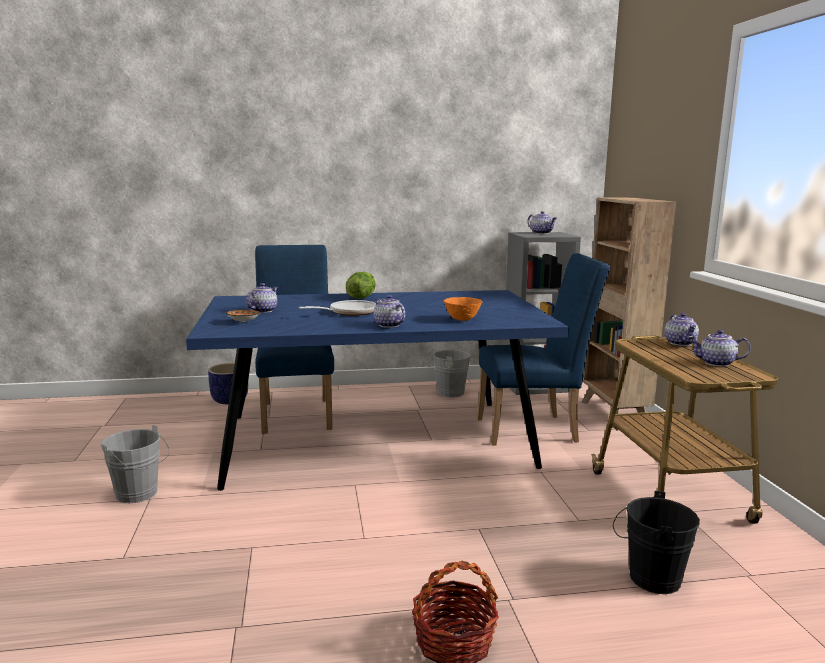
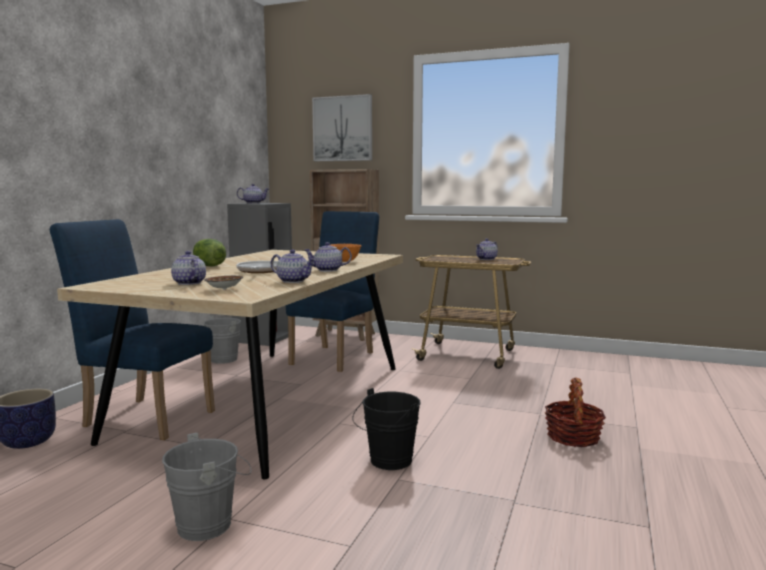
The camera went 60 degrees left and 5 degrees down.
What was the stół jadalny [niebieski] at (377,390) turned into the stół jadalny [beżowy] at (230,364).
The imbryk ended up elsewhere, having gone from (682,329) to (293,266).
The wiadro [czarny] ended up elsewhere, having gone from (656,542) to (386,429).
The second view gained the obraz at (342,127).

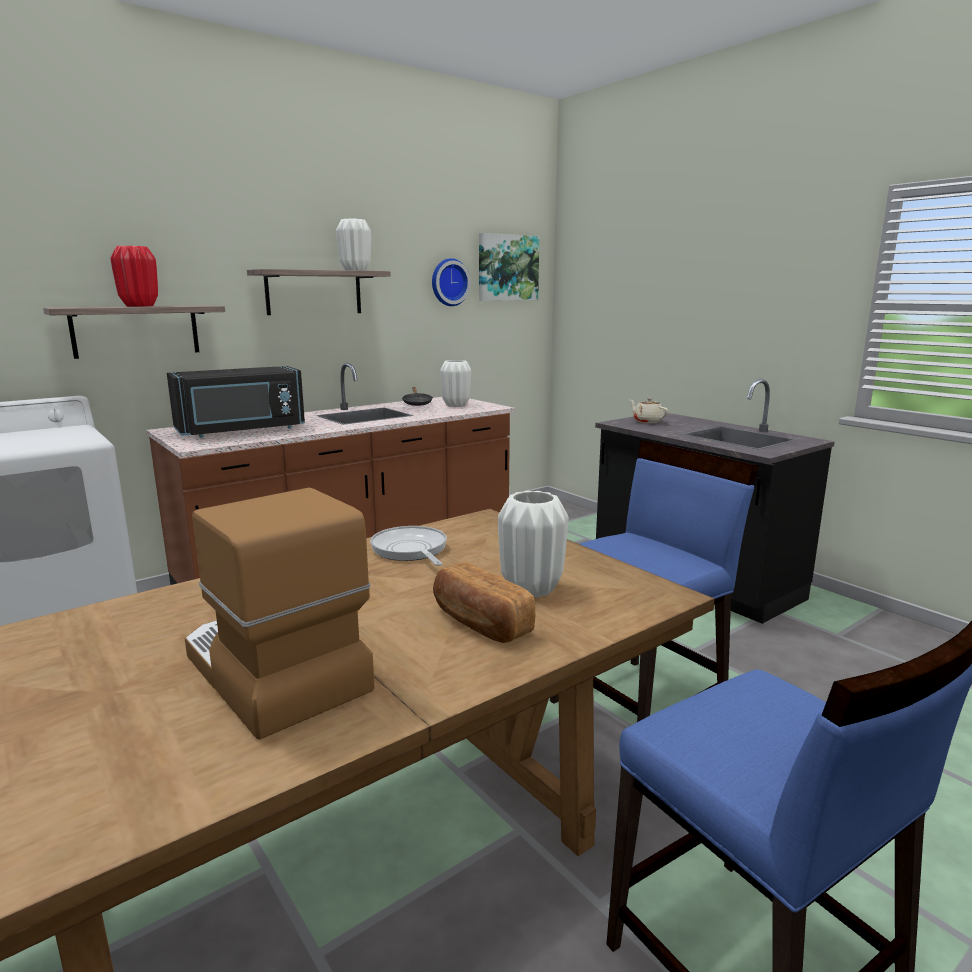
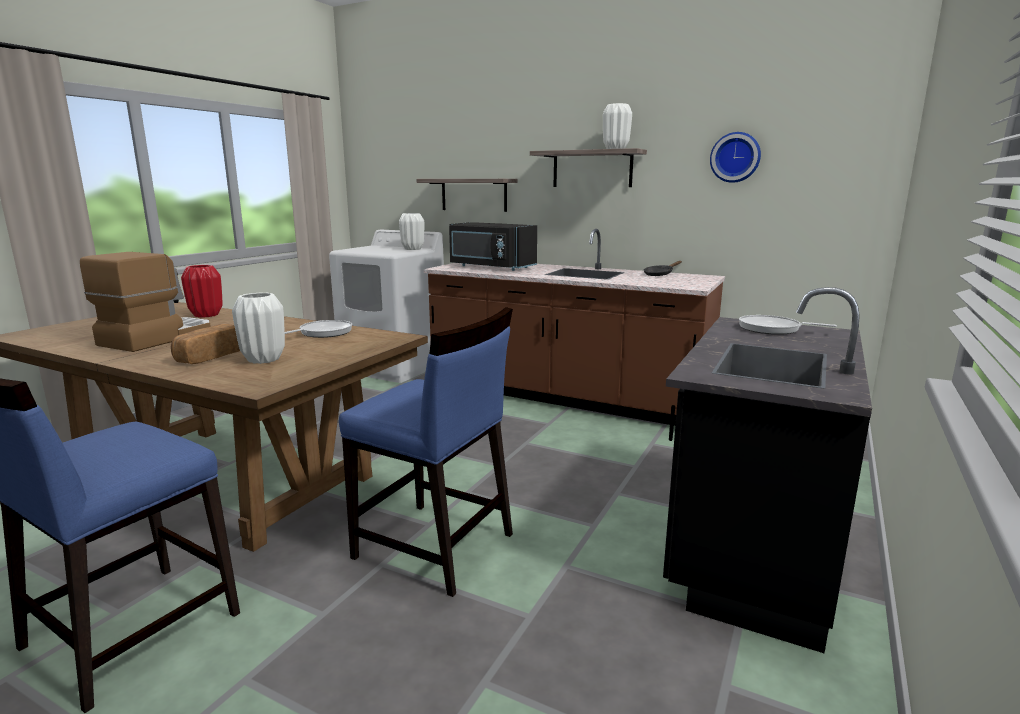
The camera went 65 degrees right and 0 degrees up.
The second view lost the obraz at (509,267).
The wazon [czerwony] ended up elsewhere, having gone from (134,276) to (202,291).
The wazon [biały] ended up elsewhere, having gone from (455,383) to (411,231).
Where the imbryk [beżowy] stood at (649,410), the patelnia came to stand at (788,325).

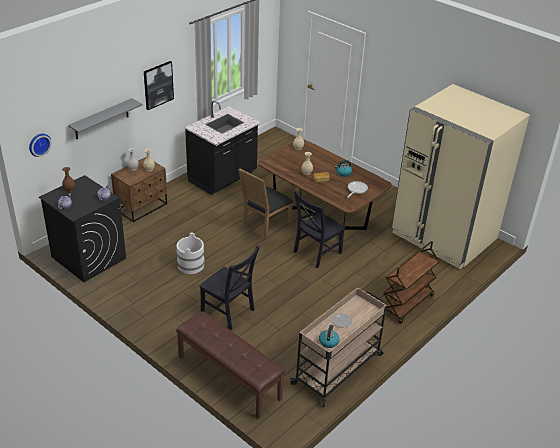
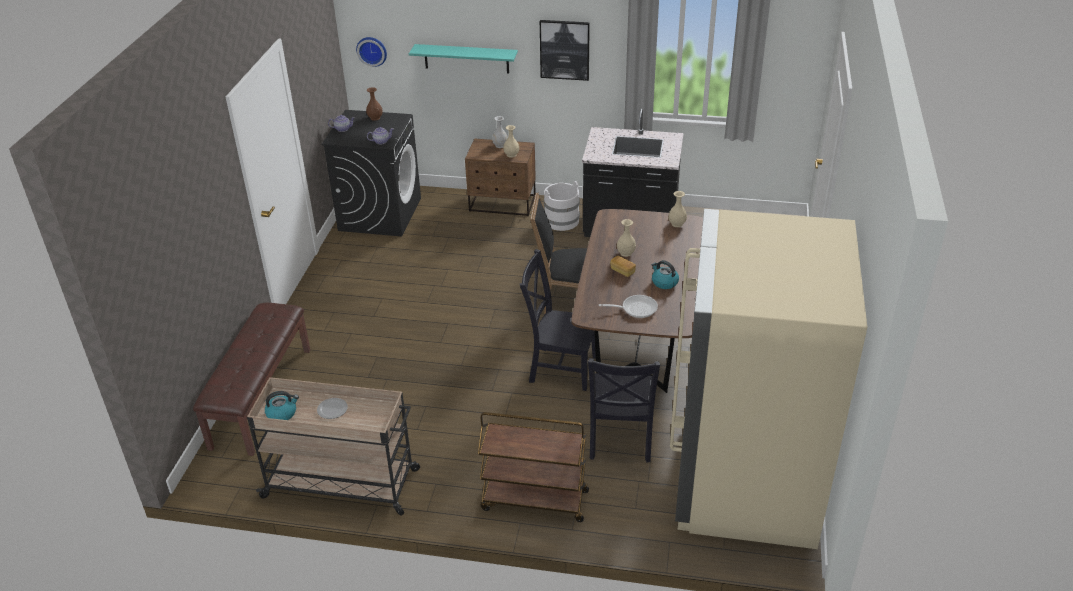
The camera went 60 degrees right and 0 degrees up.
What was the półka [szary] at (105,118) turned into the półka [turkusowy] at (463,58).
The wiadro [biały] ended up elsewhere, having gone from (190,253) to (562,206).
The krzesło [czarny] ended up elsewhere, having gone from (229,288) to (624,410).

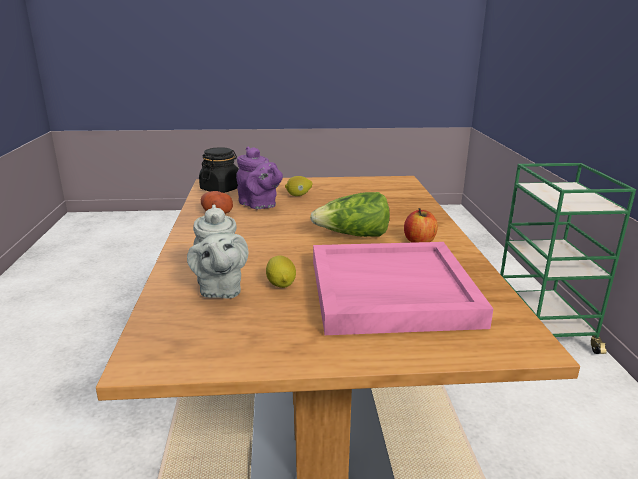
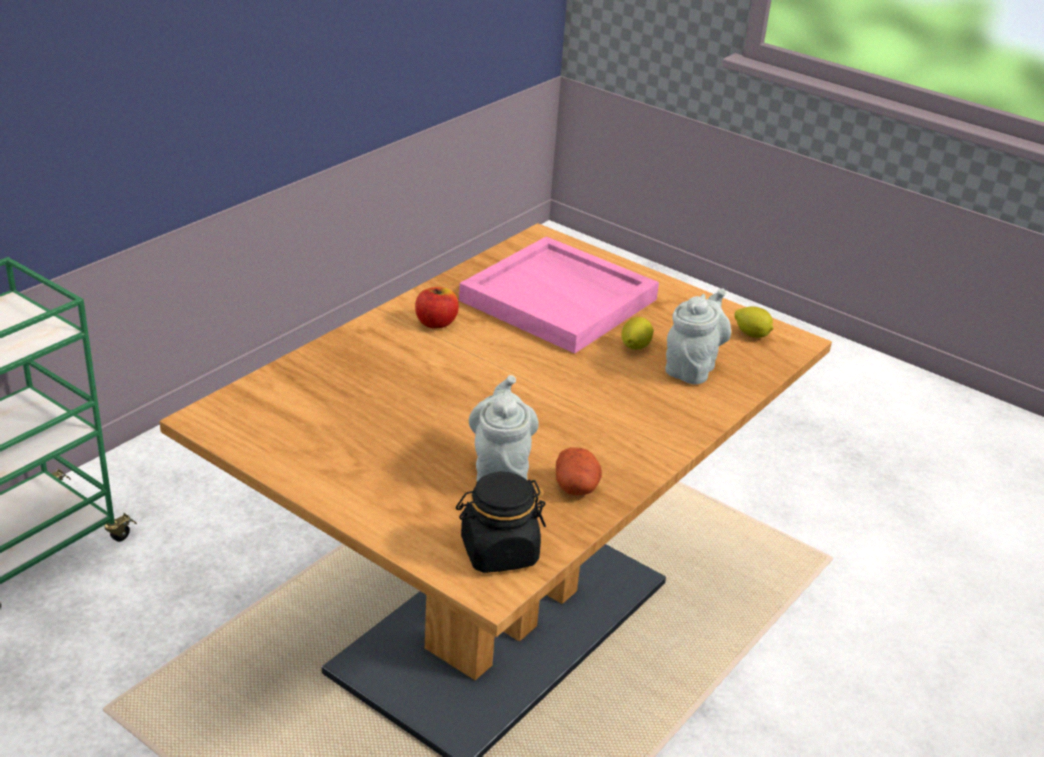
The camera went 140 degrees left and 10 degrees up.
What was the imbryk [fioletowy] at (259,178) turned into the imbryk [szary] at (504,428).
The cytryna ended up elsewhere, having gone from (298,186) to (753,322).
The second view lost the sałata at (350,214).

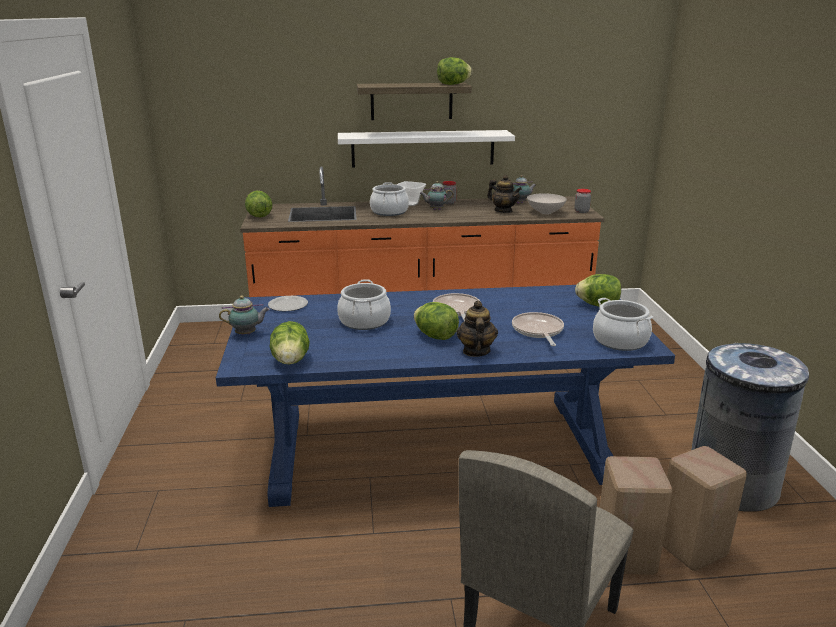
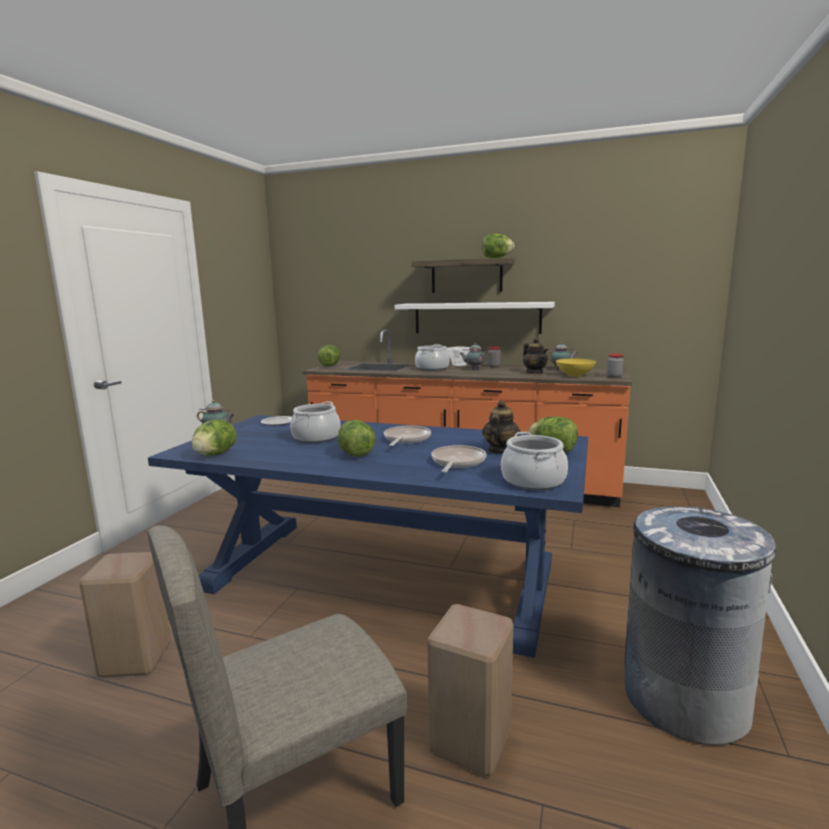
The camera went 25 degrees right and 10 degrees down.
What was the miska [biały] at (547,203) turned into the miska [żółty] at (576,368).
The imbryk ended up elsewhere, having gone from (477,328) to (501,426).
The stołek [beżowy] ended up elsewhere, having gone from (705,508) to (125,615).

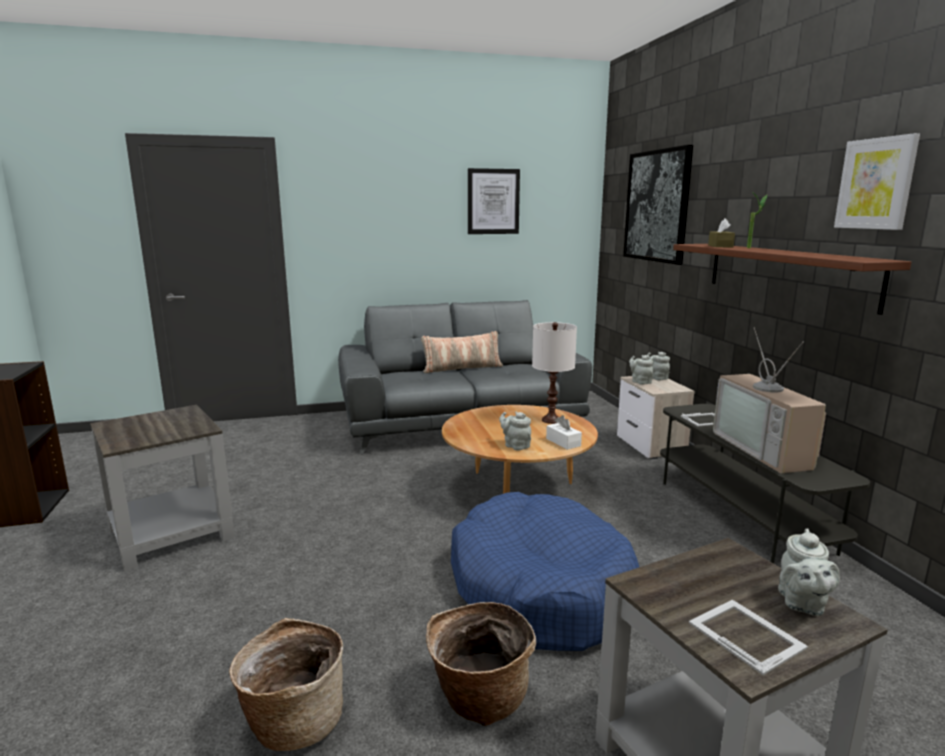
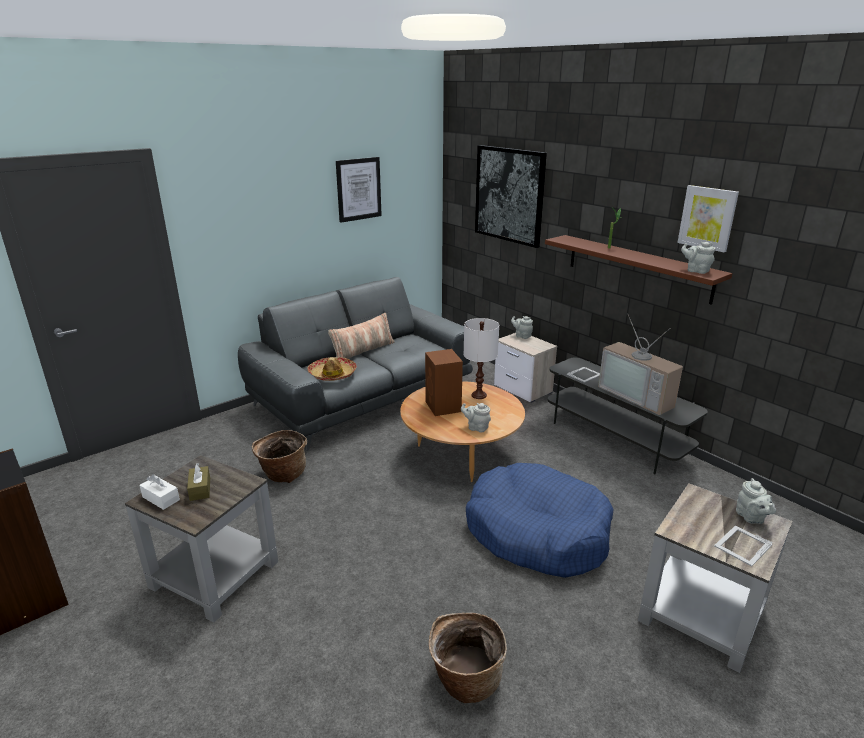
The camera went 25 degrees left and 10 degrees up.
The pudełko chusteczek [brązowy] ended up elsewhere, having gone from (721,232) to (198,482).
The imbryk [szary] ended up elsewhere, having gone from (641,370) to (698,258).
The pudełko chusteczek [biały] ended up elsewhere, having gone from (564,432) to (159,492).
The ramka na zdjęcie at (748,637) ended up facing another way, 75 degrees counterclockwise from before.
The koszyk ended up elsewhere, having gone from (481,664) to (279,456).
The second view gained the głośnik [brązowy] at (444,382).
The second view gained the kapelusz at (332,369).

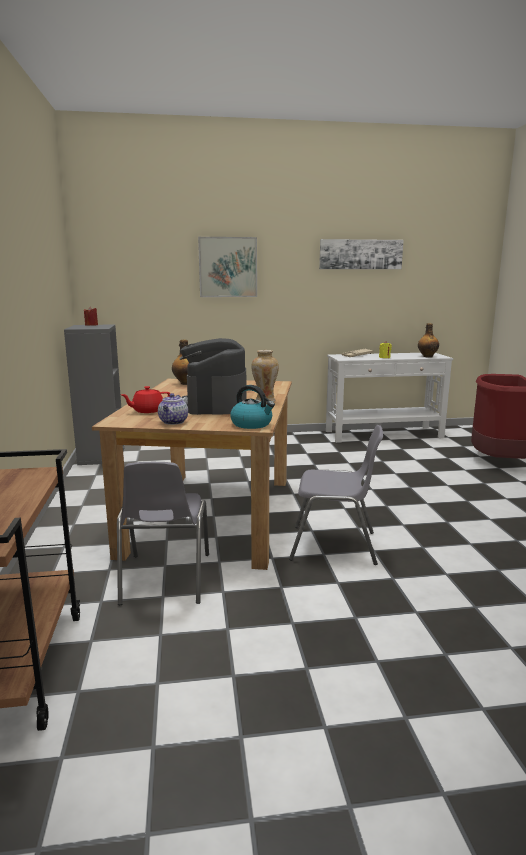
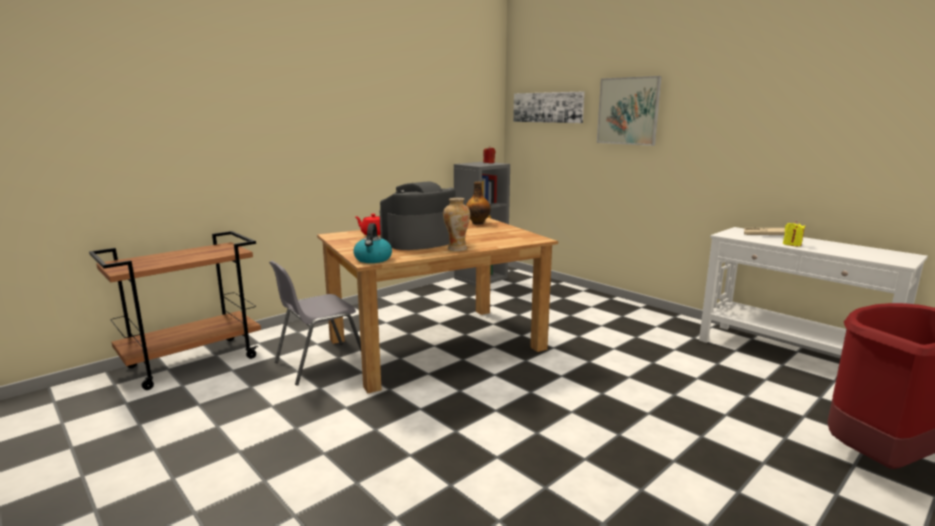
The camera went 55 degrees right and 0 degrees up.
The obraz ended up elsewhere, having gone from (361,254) to (549,107).
The second view lost the butelka at (428,340).
The second view lost the imbryk at (173,409).
The second view lost the krzesło [szary] at (336,495).

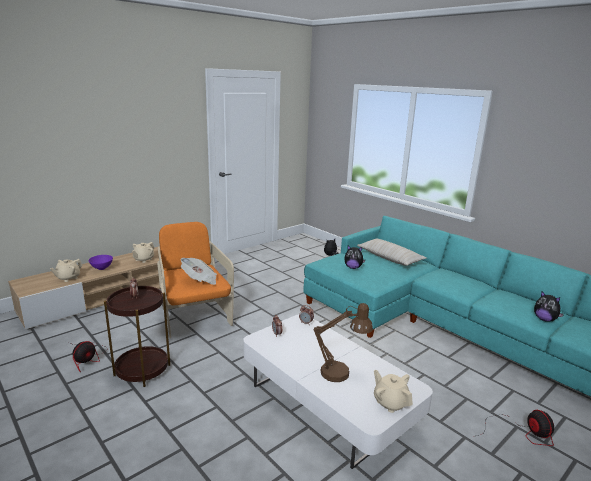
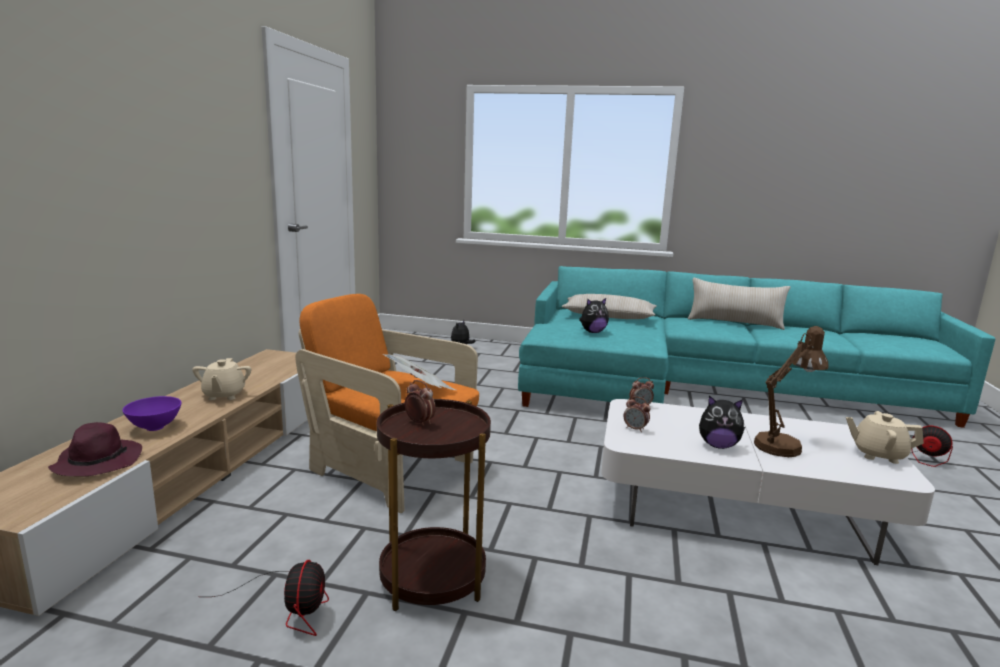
The camera went 35 degrees left and 5 degrees down.
Where the imbryk [beżowy] stood at (66,270), the kapelusz [fioletowy] came to stand at (95,449).
The pluszak ended up elsewhere, having gone from (549,307) to (722,422).
The second view gained the poduszka [beżowy] at (739,304).

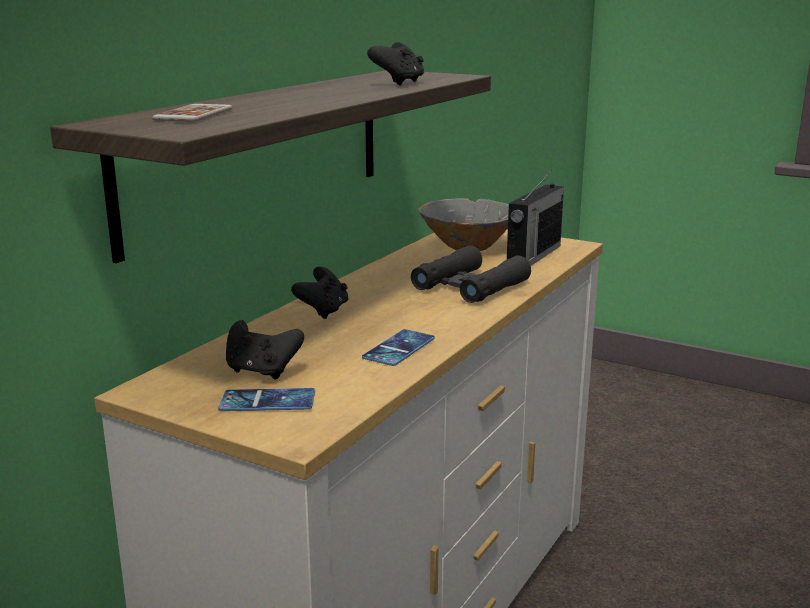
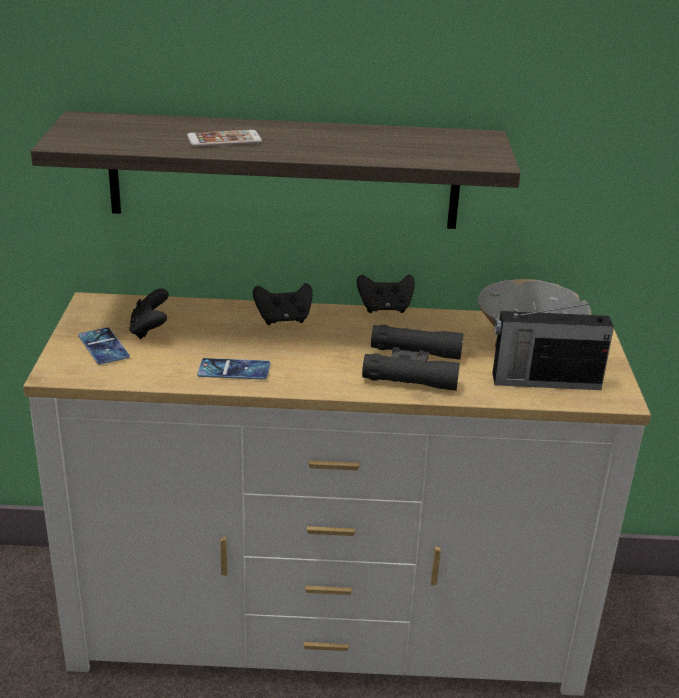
The camera went 60 degrees right and 10 degrees up.
The pad do gier [czarny] ended up elsewhere, having gone from (395,63) to (386,293).
The telefon ended up elsewhere, having gone from (192,113) to (224,138).

